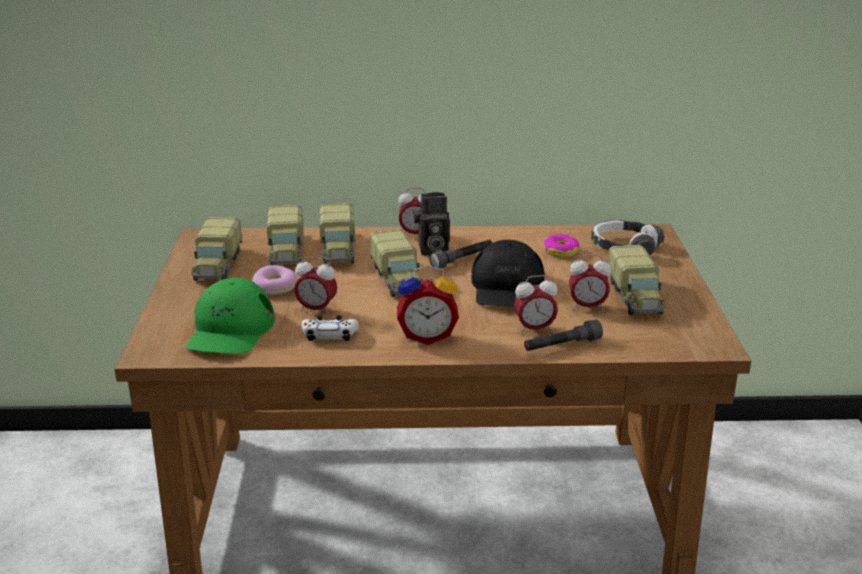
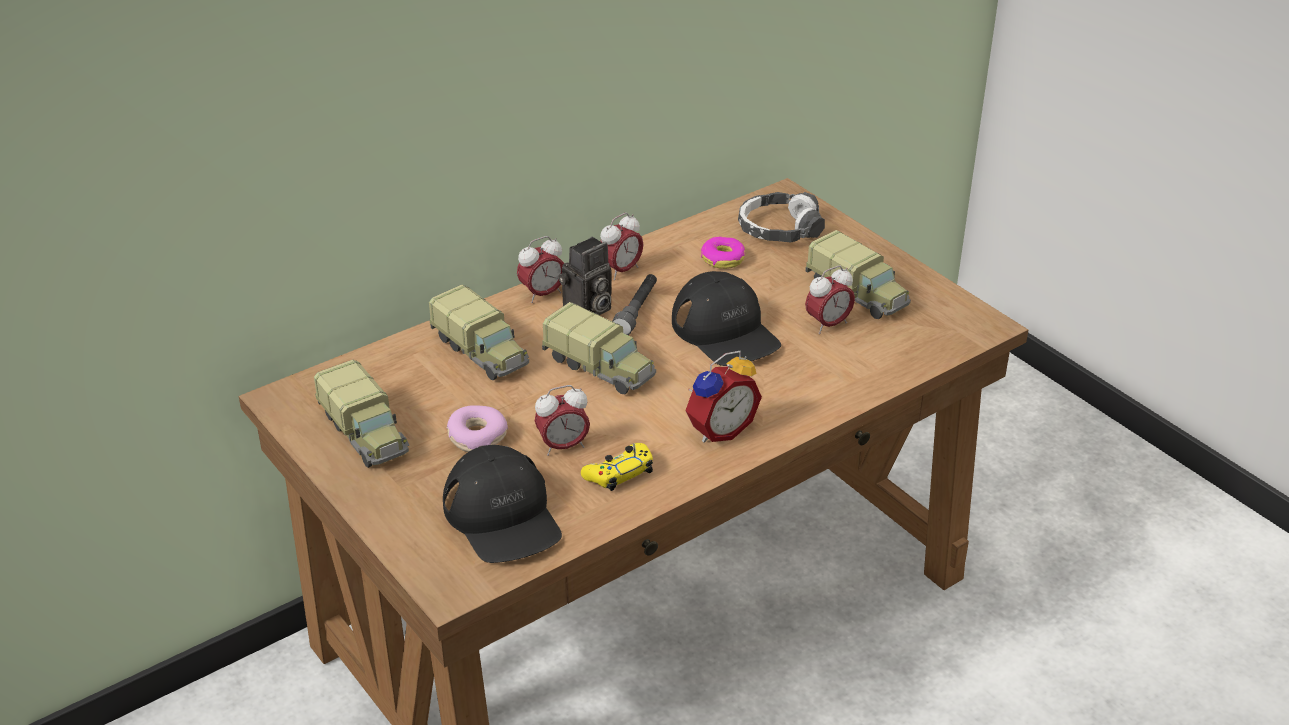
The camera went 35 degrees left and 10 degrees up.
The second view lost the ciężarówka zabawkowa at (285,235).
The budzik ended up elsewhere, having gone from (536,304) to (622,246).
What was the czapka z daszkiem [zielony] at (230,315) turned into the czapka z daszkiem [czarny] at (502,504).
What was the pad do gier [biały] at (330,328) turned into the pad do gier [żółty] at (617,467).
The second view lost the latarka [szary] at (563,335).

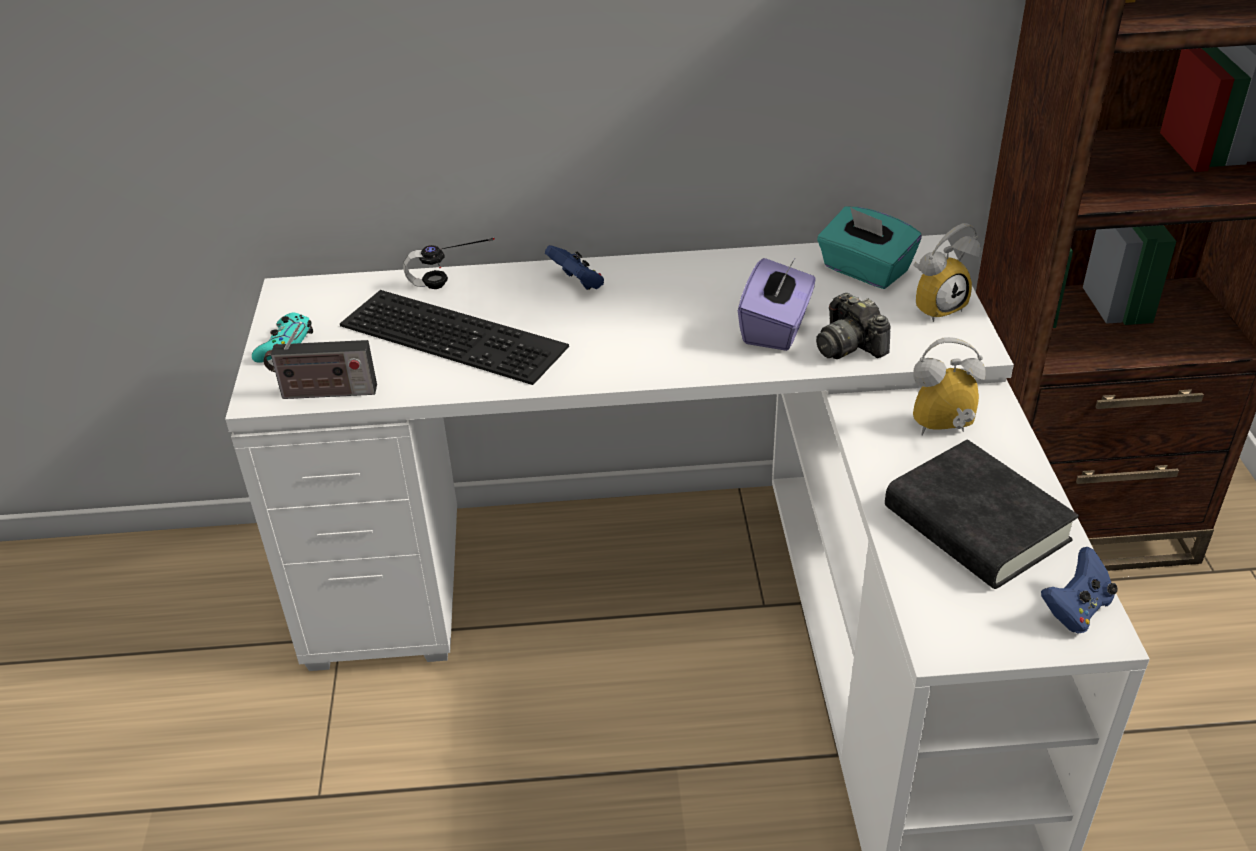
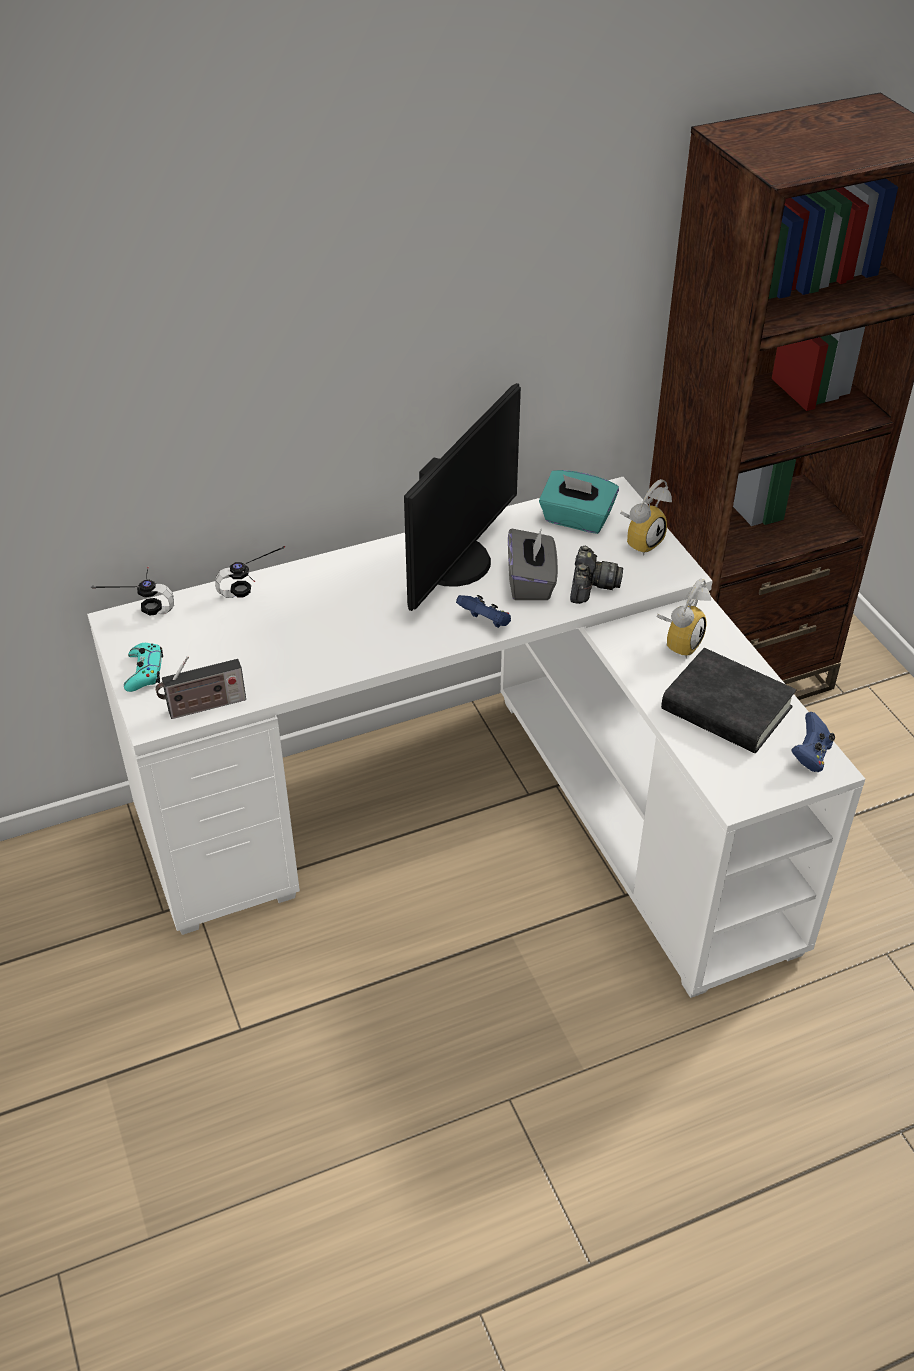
The camera went 20 degrees left and 5 degrees up.
The pad do gier [niebieski] ended up elsewhere, having gone from (574,267) to (483,611).
What was the pudełko chusteczek [fioletowy] at (777,304) turned into the pudełko chusteczek [szary] at (533,564).
The second view lost the klawiatura at (454,337).
The aparat fotograficzny at (853,326) ended up facing another way, 120 degrees counterclockwise from before.
The budzik at (949,386) ended up facing another way, 150 degrees clockwise from before.
The second view gained the monitor at (462,497).
The second view gained the słuchawki at (132,591).

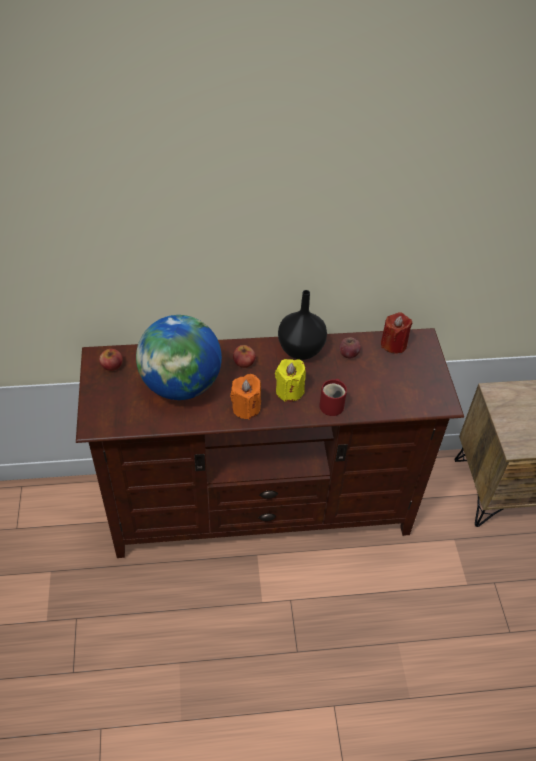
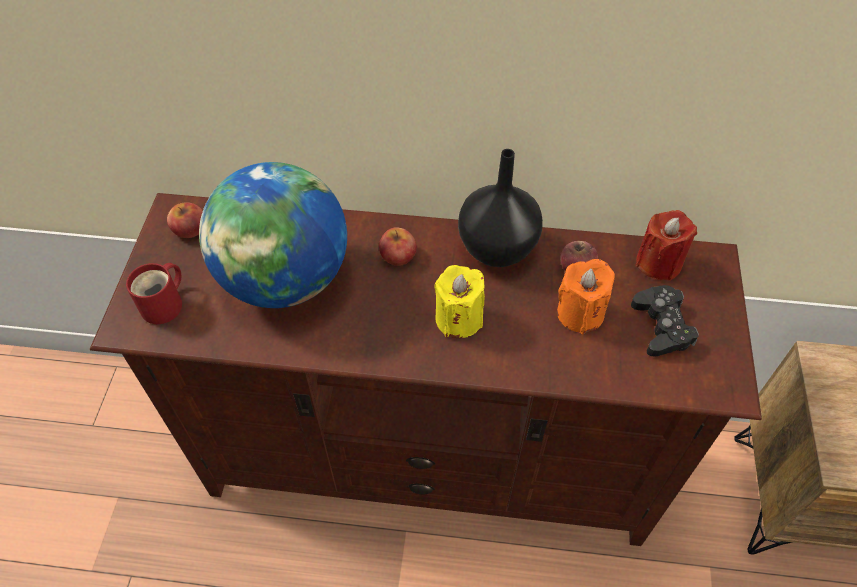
The camera went 15 degrees right and 5 degrees up.
The świeca [pomarańczowy] ended up elsewhere, having gone from (245,397) to (586,297).
The kubek [czerwony] ended up elsewhere, having gone from (333,397) to (154,293).
The second view gained the pad do gier [czarny] at (665,320).

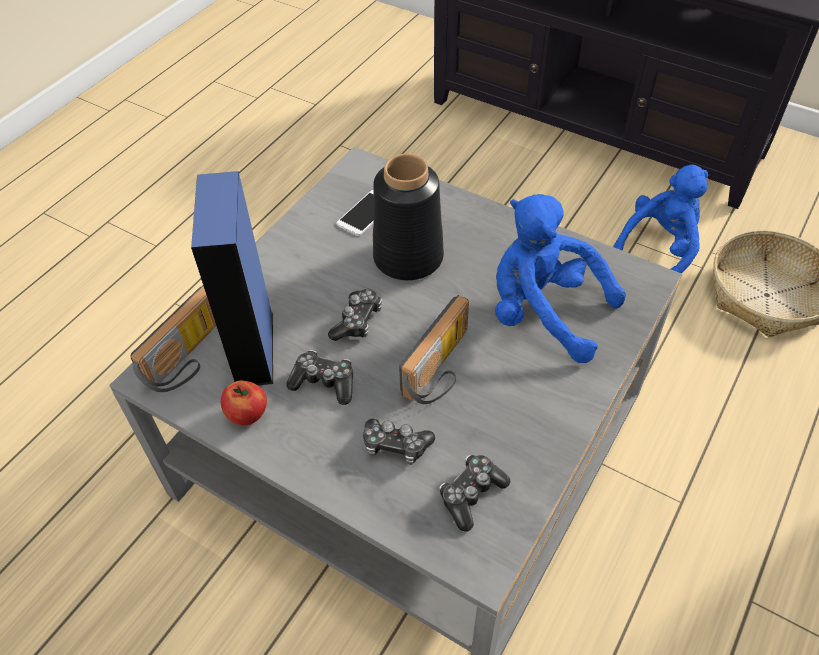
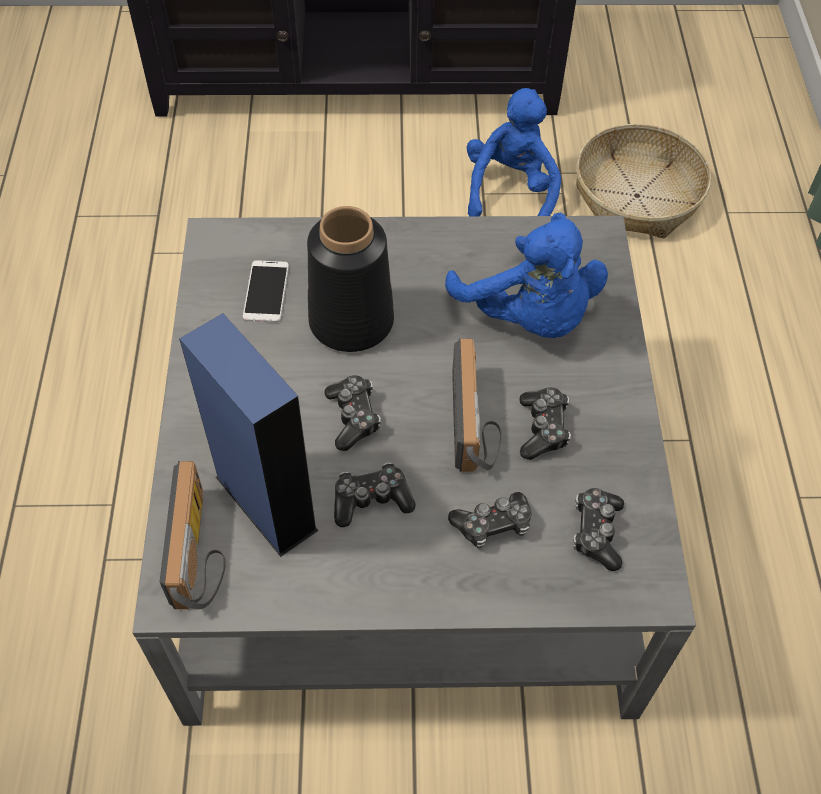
The camera went 35 degrees left and 5 degrees up.
The pluszak [niebieski] at (560,278) ended up facing another way, 120 degrees counterclockwise from before.
The second view lost the jabłko at (244,403).
The second view gained the pad do gier at (545,423).

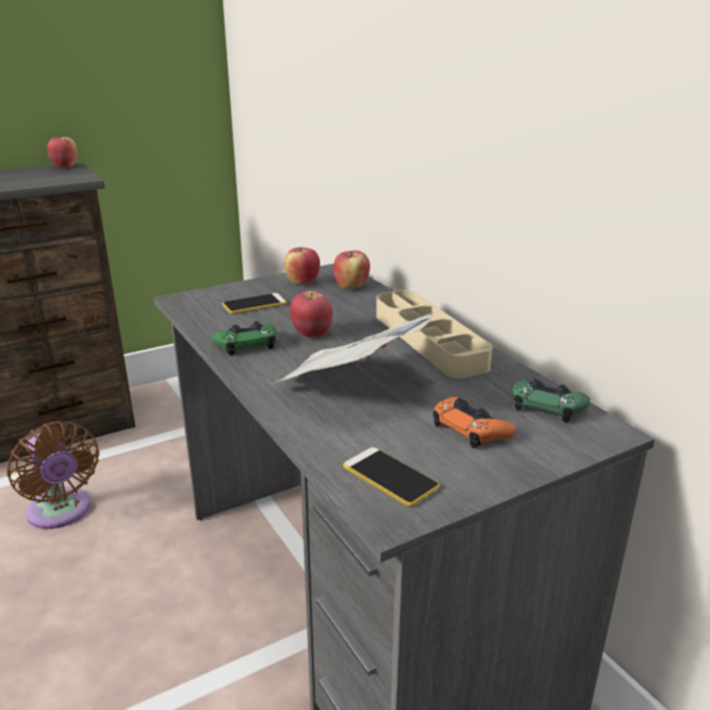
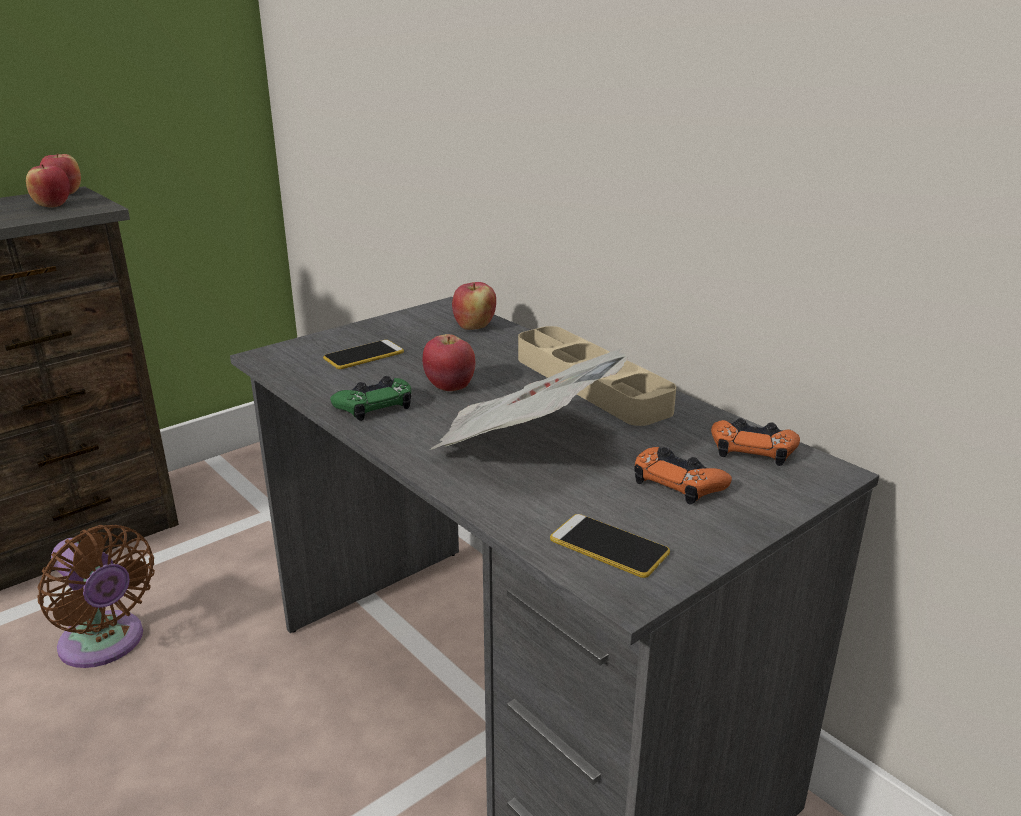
The camera went 10 degrees left and 0 degrees up.
The jabłko ended up elsewhere, having gone from (302,266) to (48,186).
What was the pad do gier [zielony] at (551,401) turned into the pad do gier [pomarańczowy] at (755,442).

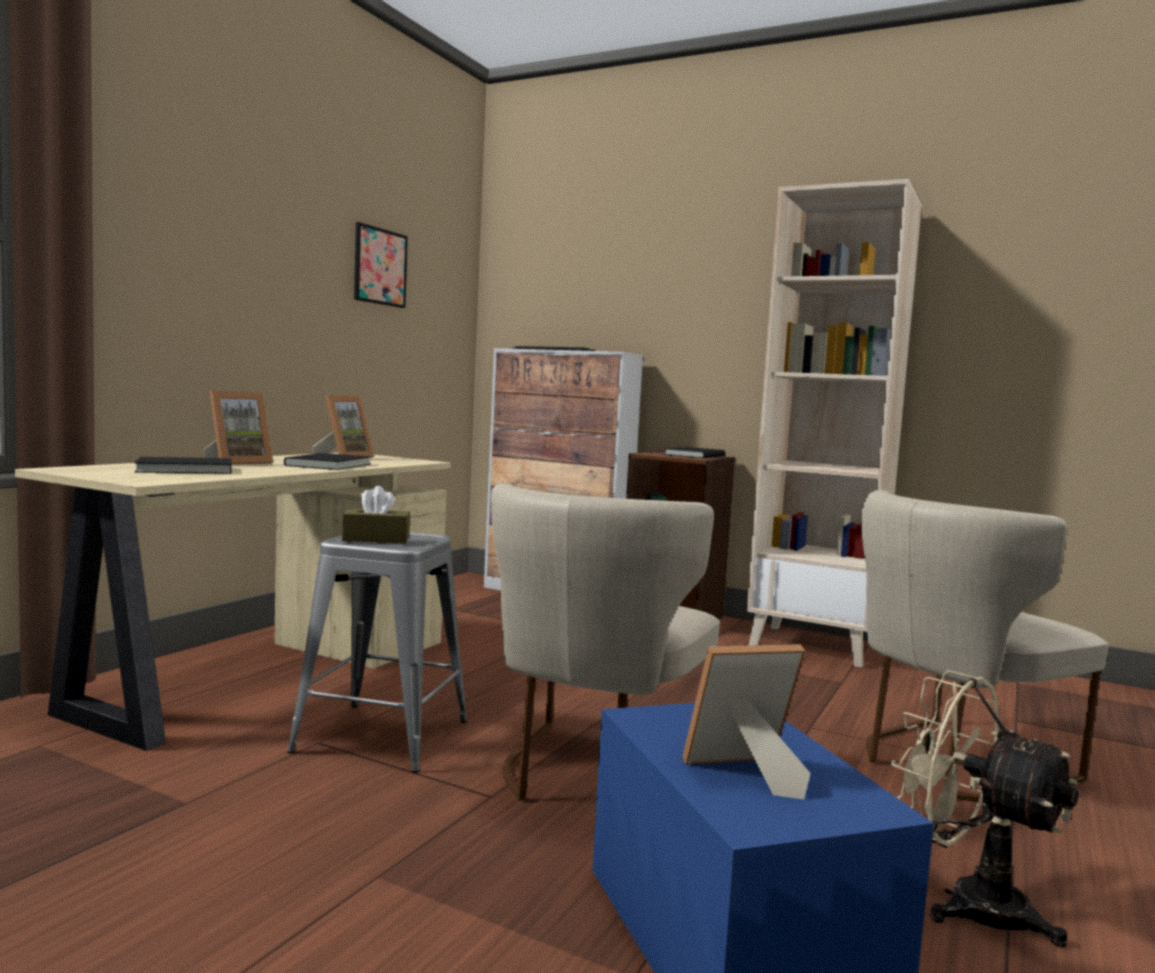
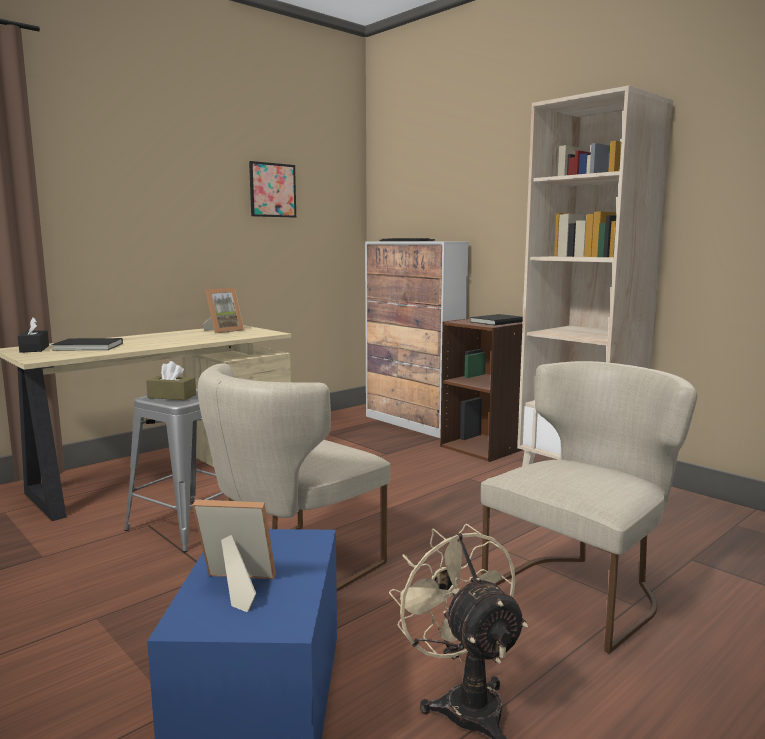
The camera went 20 degrees right and 5 degrees up.
The second view lost the ramka na zdjęcie at (238,427).
The second view lost the książka [czarny] at (327,461).
The krzesło [beżowy] at (985,646) ended up facing another way, 150 degrees clockwise from before.
The second view gained the pudełko chusteczek [czarny] at (33,335).

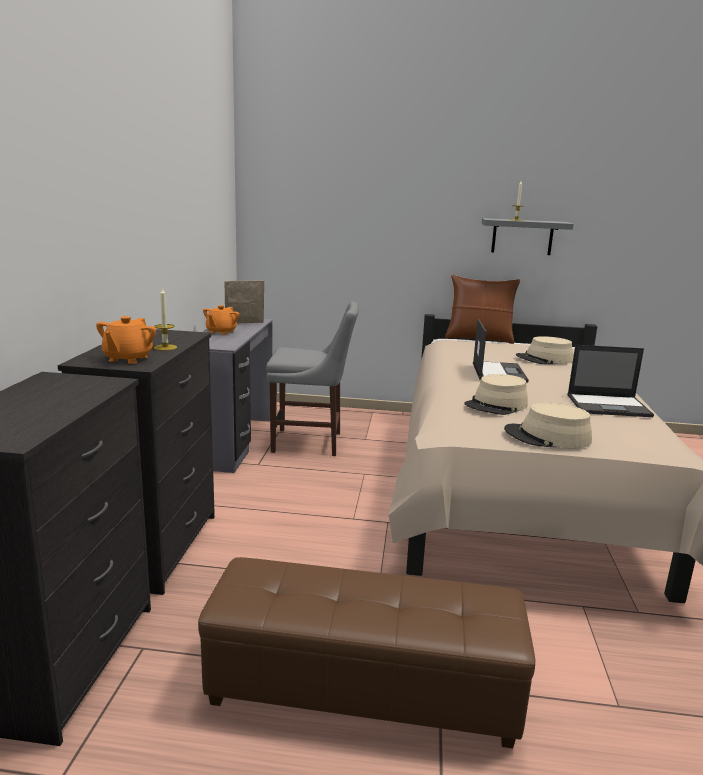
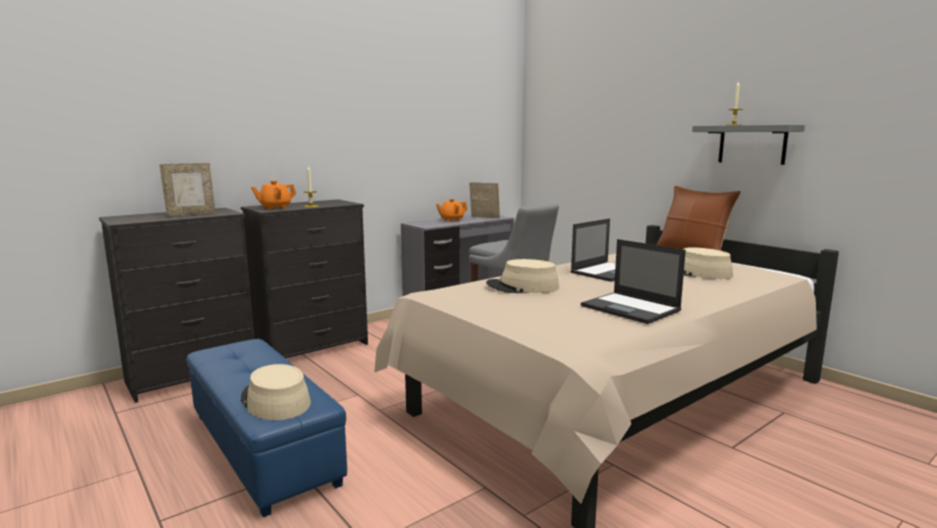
The camera went 45 degrees right and 5 degrees down.
The kapelusz [beżowy] ended up elsewhere, having gone from (548,425) to (276,392).
What was the pufa [brązowy] at (366,652) turned into the pufa [niebieski] at (267,428).
The second view gained the ramka na zdjęcie at (188,190).

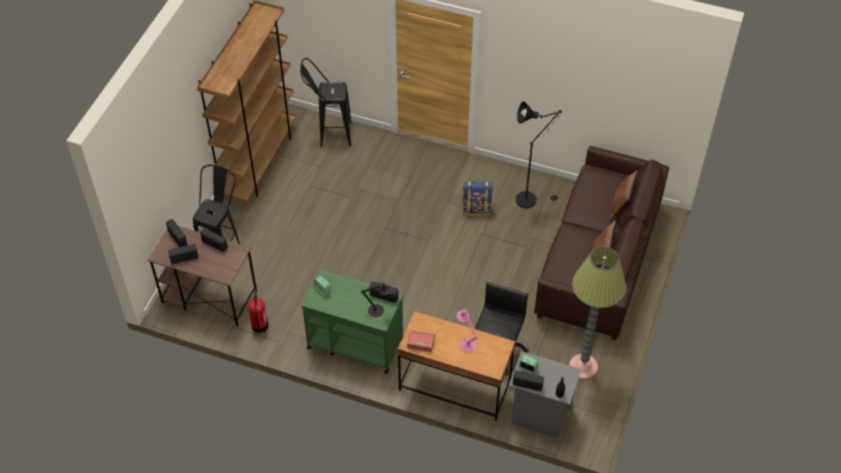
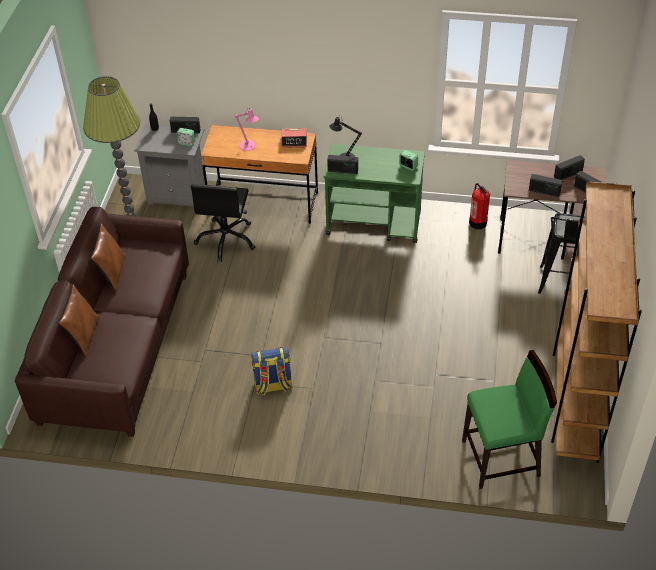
The camera went 170 degrees right and 5 degrees down.
Where the stołek [czarny] stood at (326,102), the krzesło [zielony] came to stand at (509,419).
The second view lost the lampa stojąca [czarny] at (539,154).

